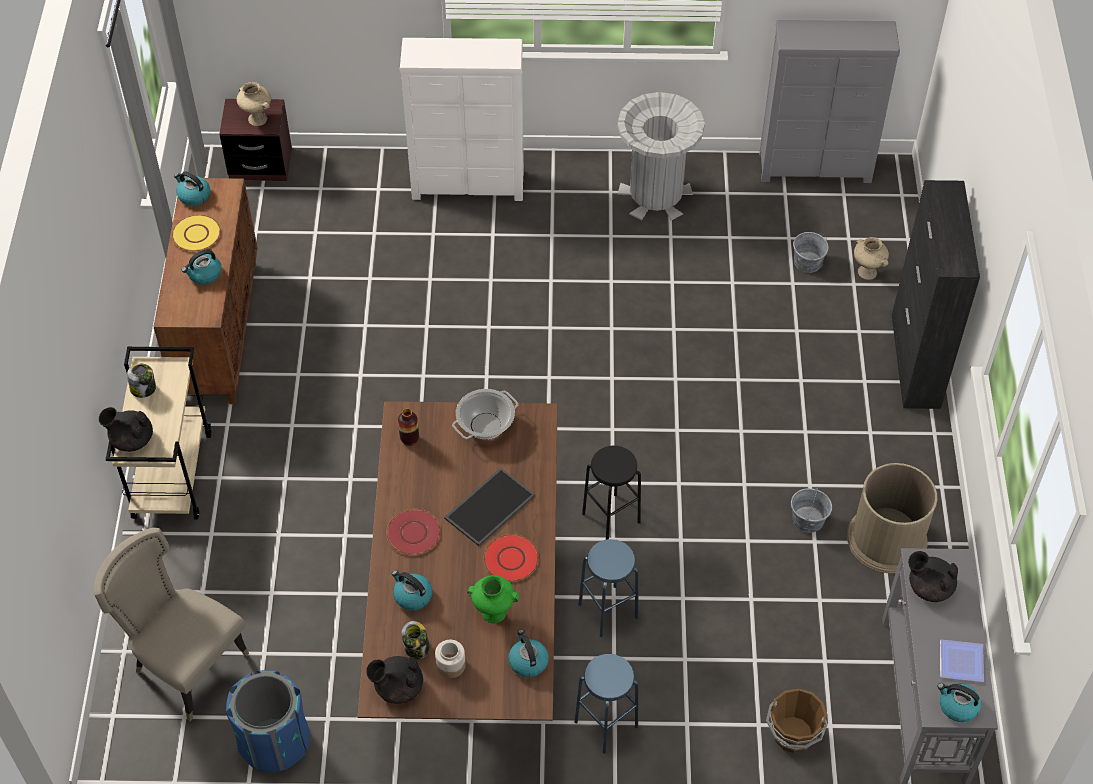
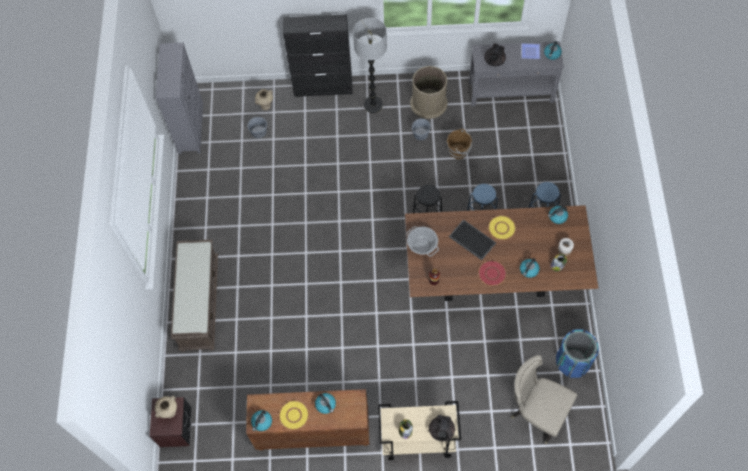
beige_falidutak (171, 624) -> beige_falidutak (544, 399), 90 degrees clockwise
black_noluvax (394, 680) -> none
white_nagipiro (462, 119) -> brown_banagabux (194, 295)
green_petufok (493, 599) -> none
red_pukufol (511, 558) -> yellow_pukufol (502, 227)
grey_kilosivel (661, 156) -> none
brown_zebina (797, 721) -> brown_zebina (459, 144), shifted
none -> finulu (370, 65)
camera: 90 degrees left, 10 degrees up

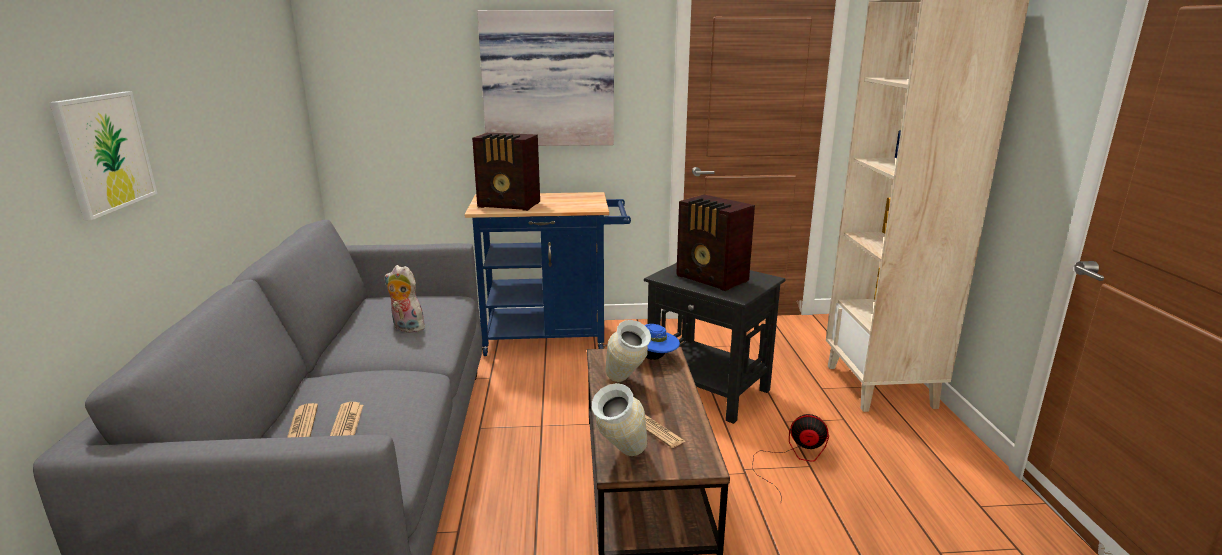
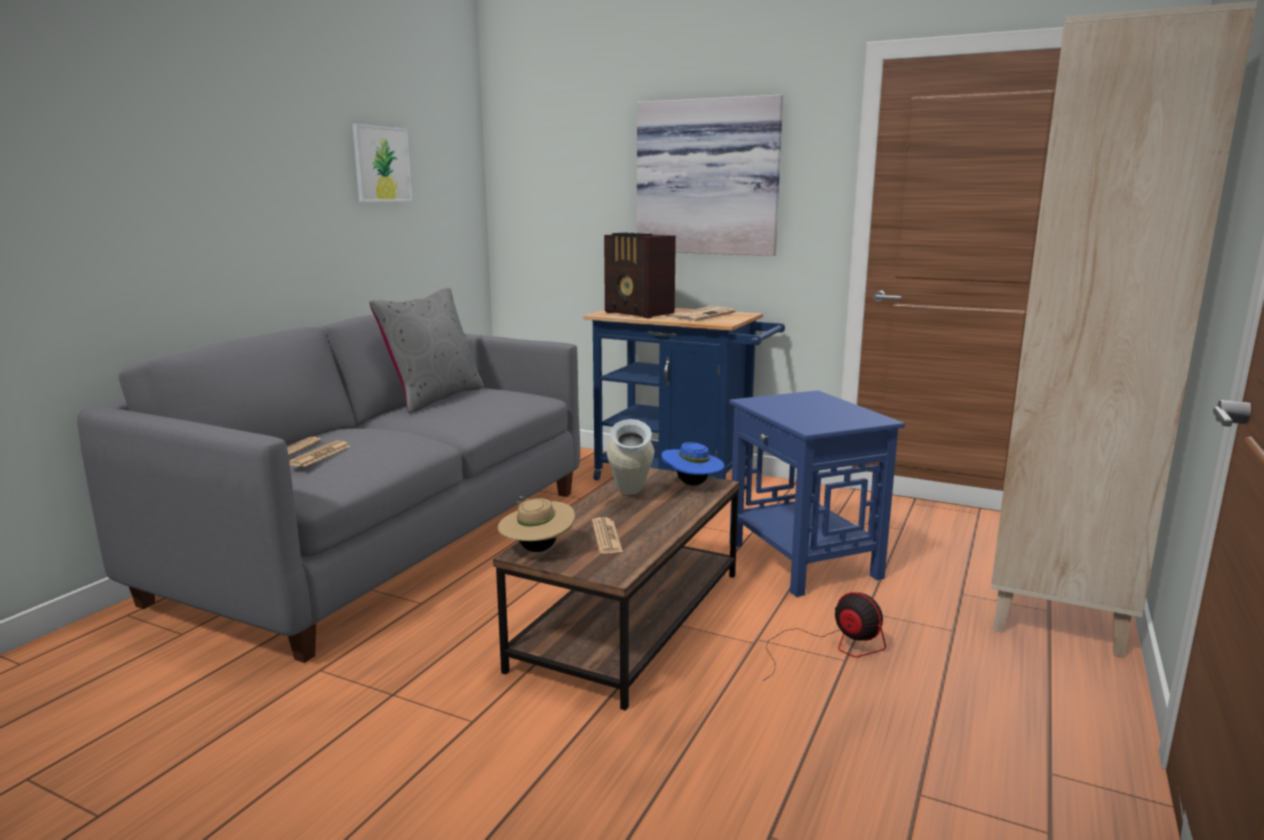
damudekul (103, 155) -> damudekul (382, 163), shifted
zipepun (406, 299) -> none
petufok (619, 419) -> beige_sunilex (536, 524)
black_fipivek (715, 343) -> blue_fipivek (817, 493)
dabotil (715, 242) -> none
none -> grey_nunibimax (426, 351)
none -> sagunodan (700, 314)
camera: 30 degrees right, 5 degrees down

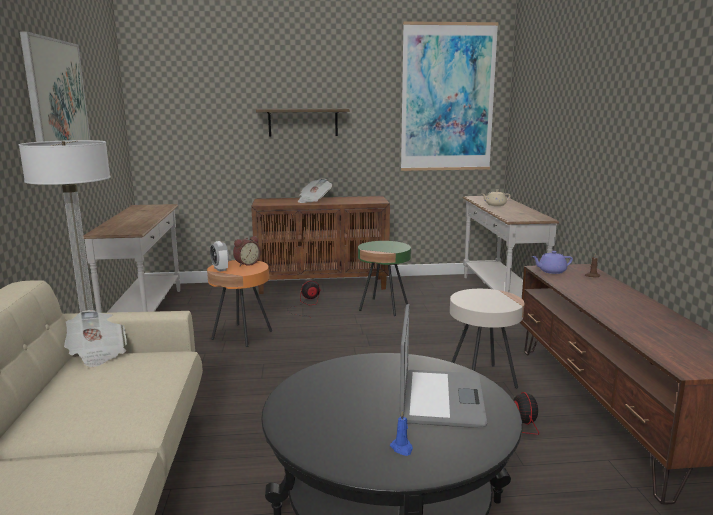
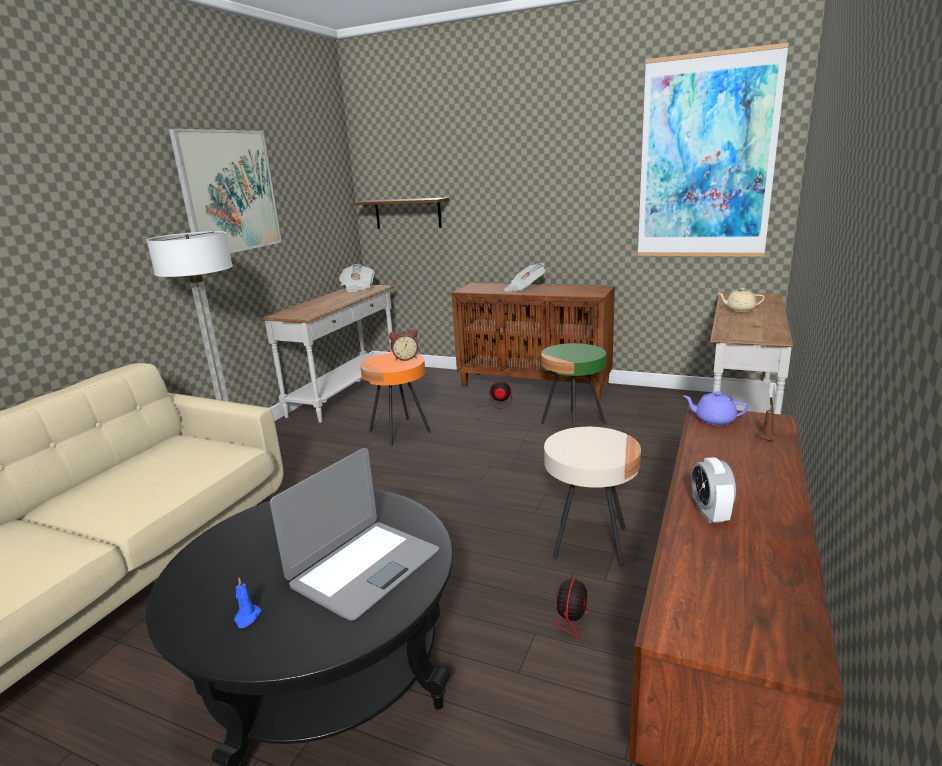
sagunodan (95, 338) -> sagunodan (357, 278), shifted
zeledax (219, 256) -> zeledax (713, 490), shifted
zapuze (302, 123) -> zapuze (400, 212), shifted
camera: 30 degrees right, 5 degrees up

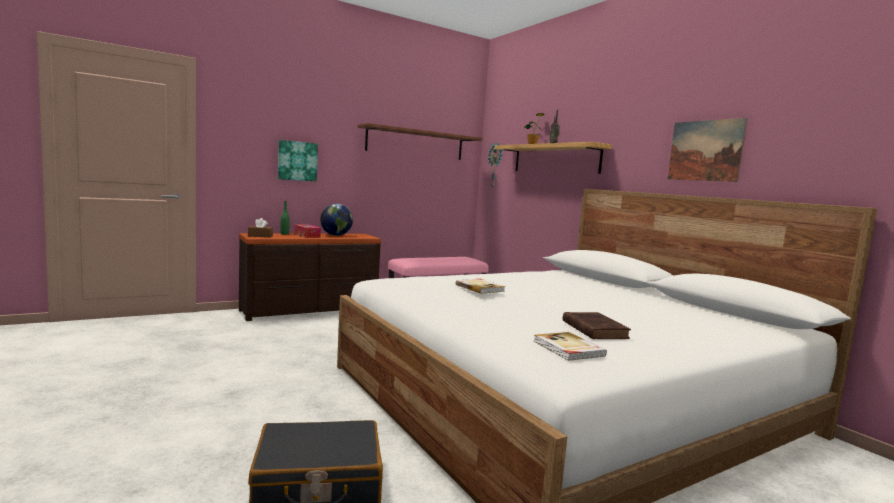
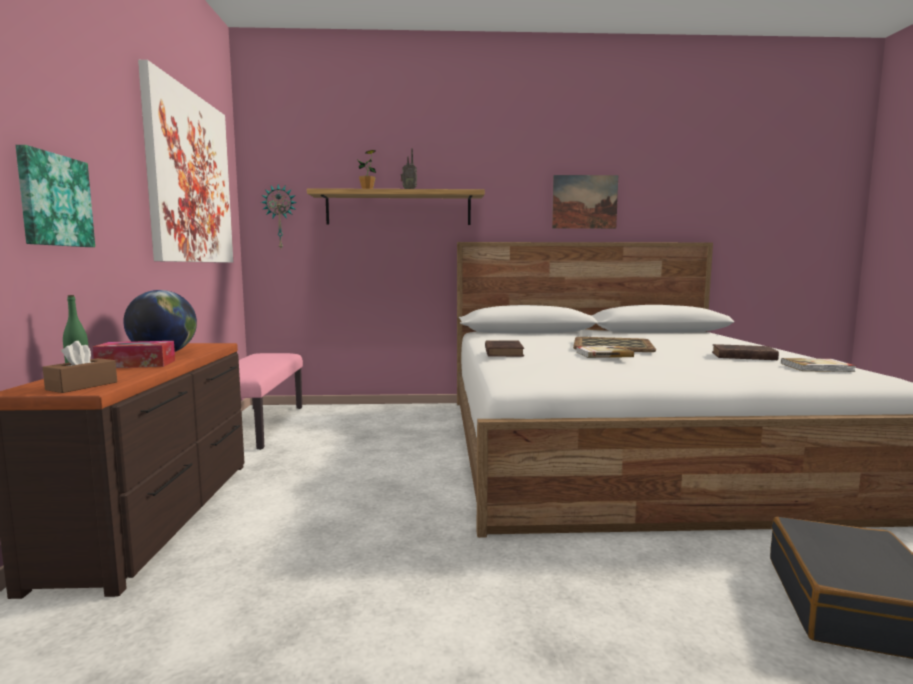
brown_zapuze (420, 141) -> damudekul (185, 161)
none -> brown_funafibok (504, 348)
none -> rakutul (614, 344)
camera: 60 degrees left, 0 degrees up

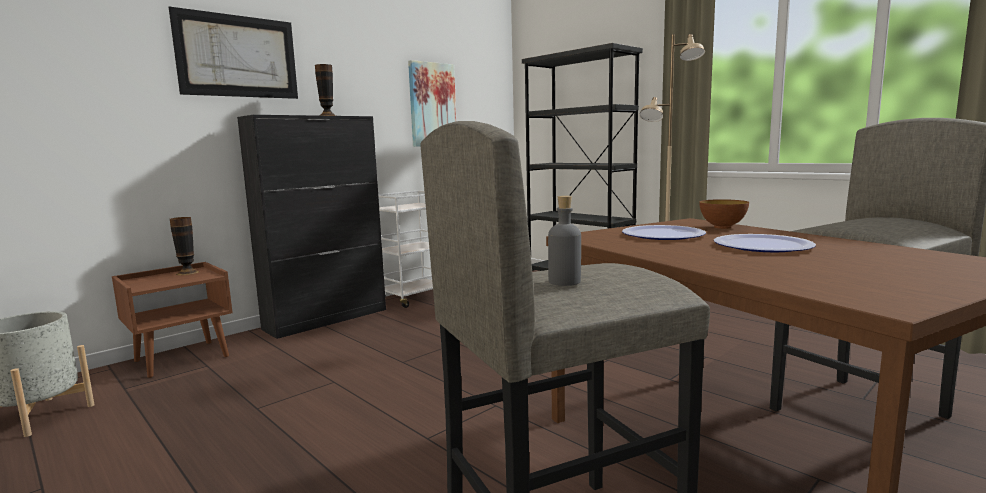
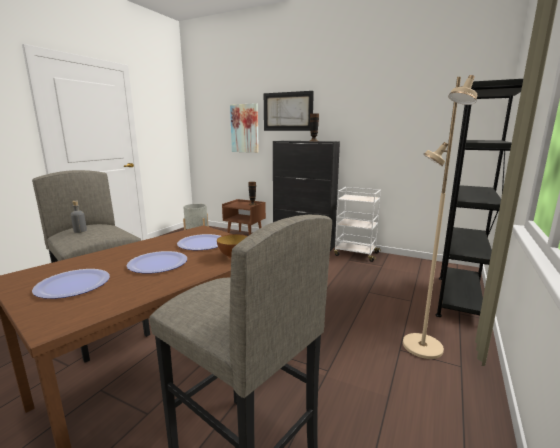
damudekul (432, 103) -> damudekul (244, 128), shifted
none -> pukufol (71, 284)
camera: 70 degrees right, 5 degrees up

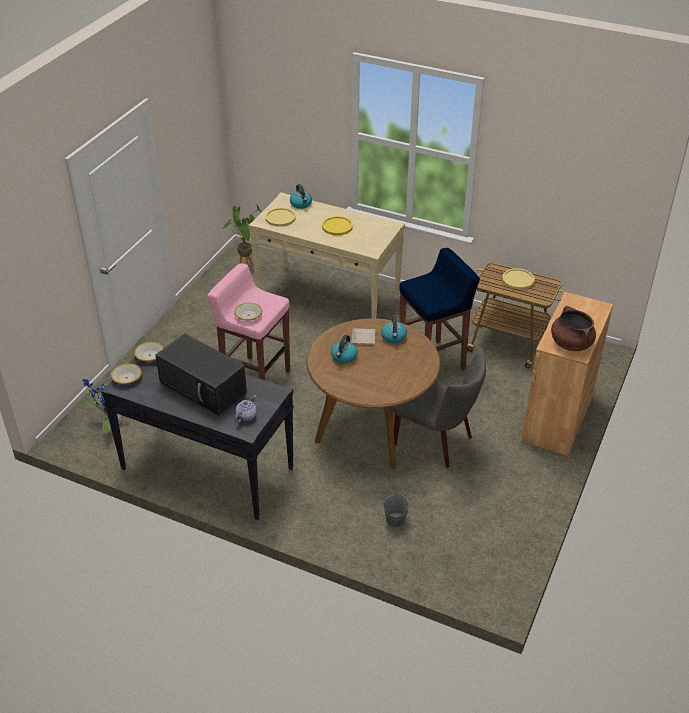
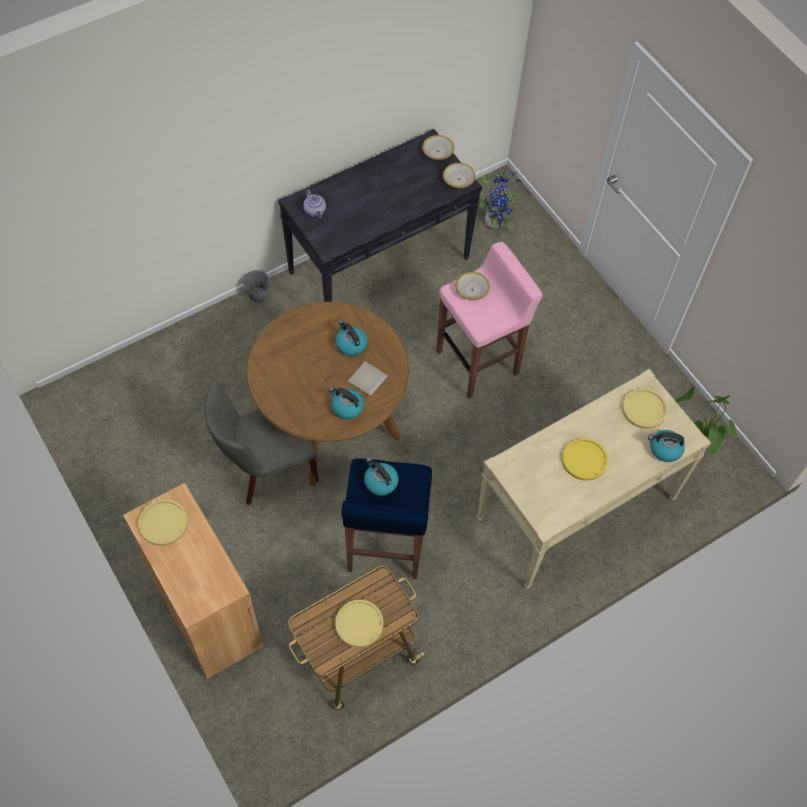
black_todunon (201, 374) -> none
grey_zebina (396, 510) -> grey_zebina (256, 286), shifted
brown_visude (573, 328) -> yellow_pukufol (163, 522)
none -> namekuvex (381, 477)
camera: 120 degrees right, 20 degrees up

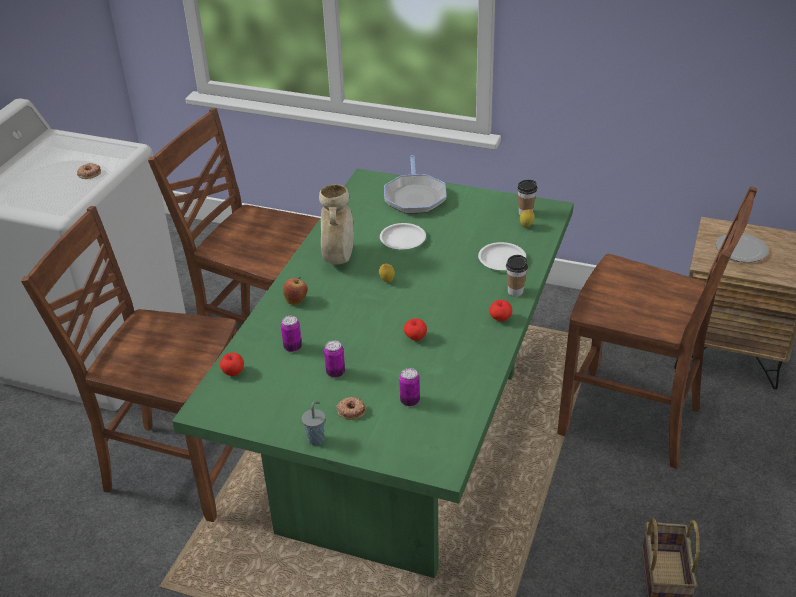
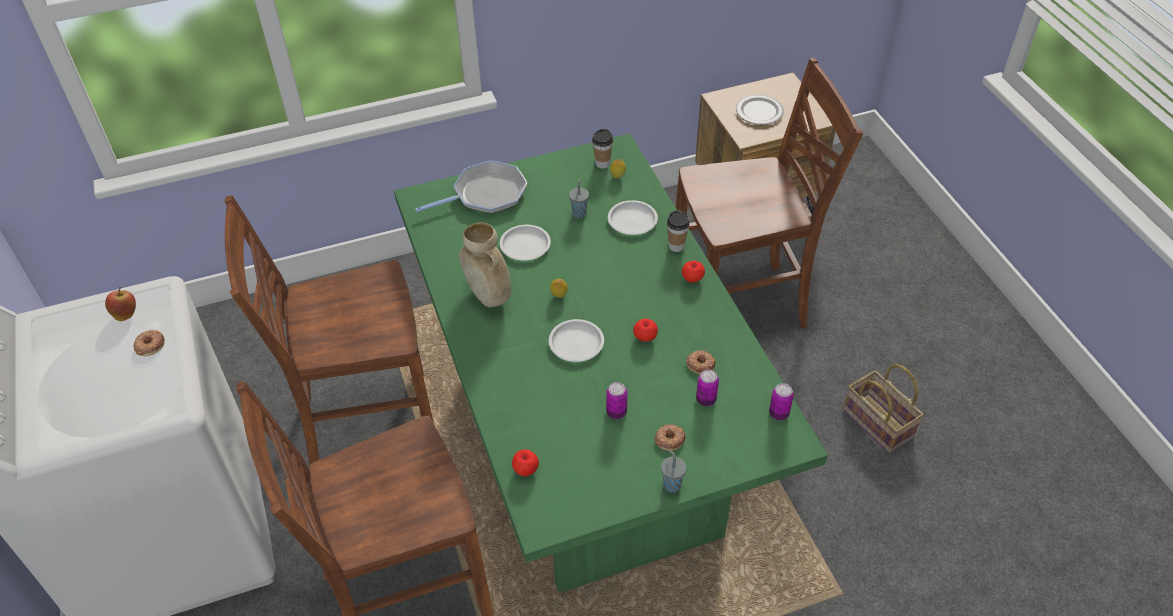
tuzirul (291, 334) -> tuzirul (781, 401), shifted
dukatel (295, 291) -> dukatel (120, 304), shifted
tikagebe (415, 184) -> tikagebe (471, 187), 75 degrees counterclockwise
none -> white_pukufol (576, 340)
none -> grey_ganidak (579, 199)
none -> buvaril (701, 362)
camera: 40 degrees left, 10 degrees up

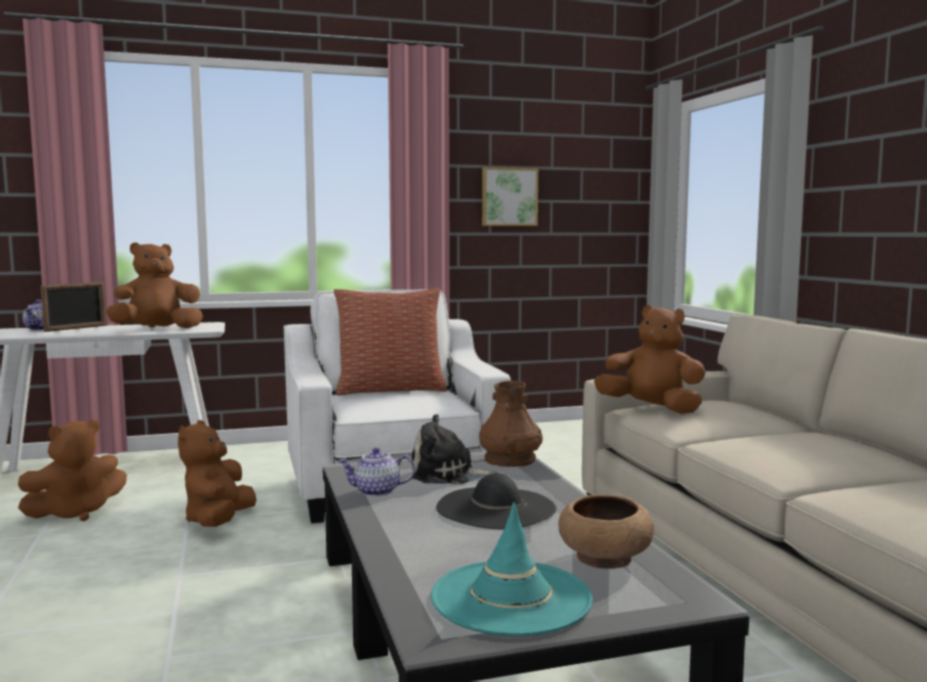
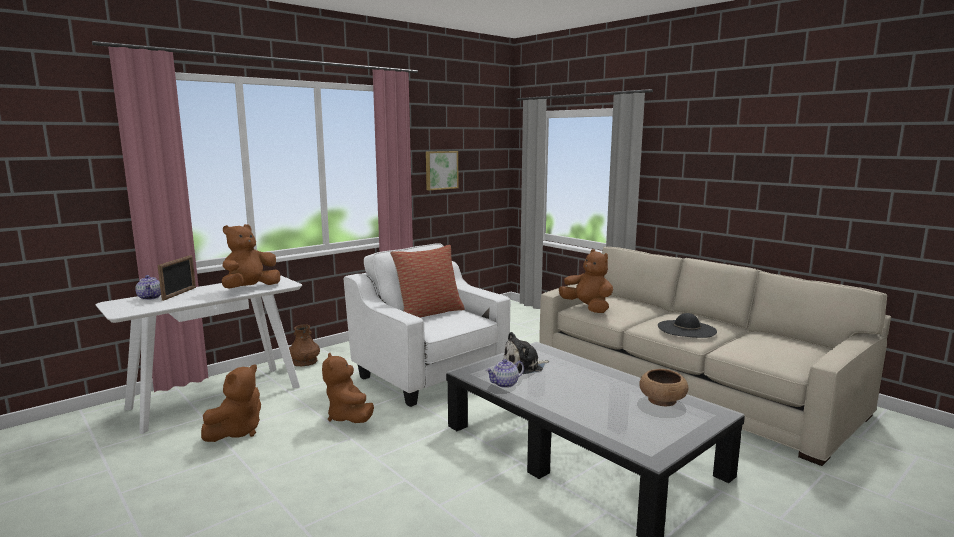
turquoise_sunilex (512, 569) -> none
black_sunilex (496, 501) -> black_sunilex (687, 325), shifted
brown_petufok (511, 424) -> brown_petufok (304, 345), shifted
brown_zipepun (650, 359) -> brown_zipepun (586, 281), 45 degrees clockwise
camera: 25 degrees left, 5 degrees up

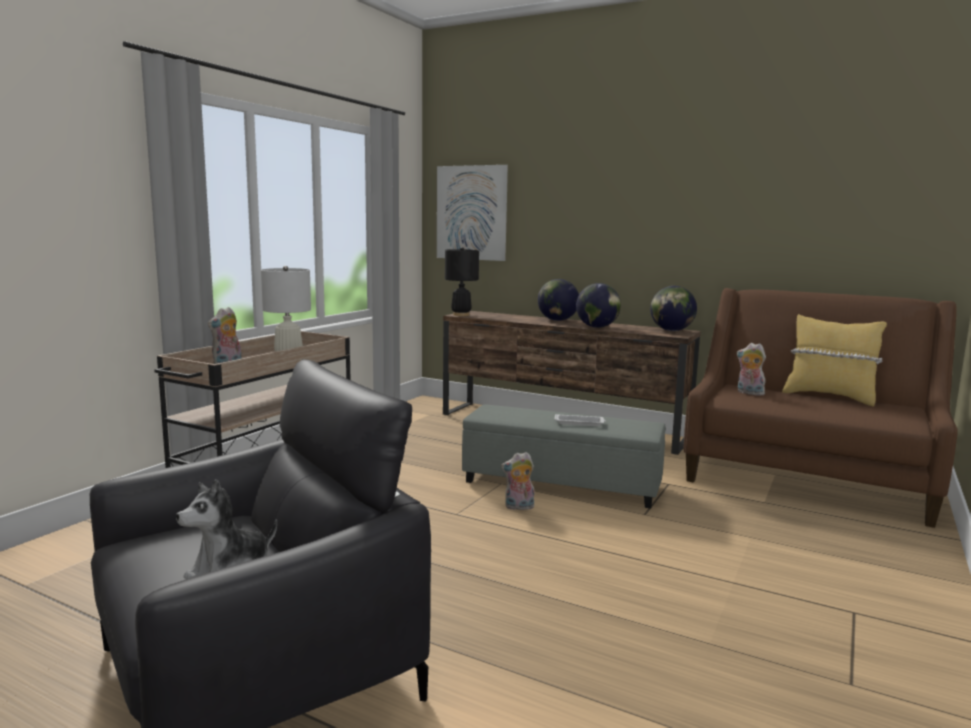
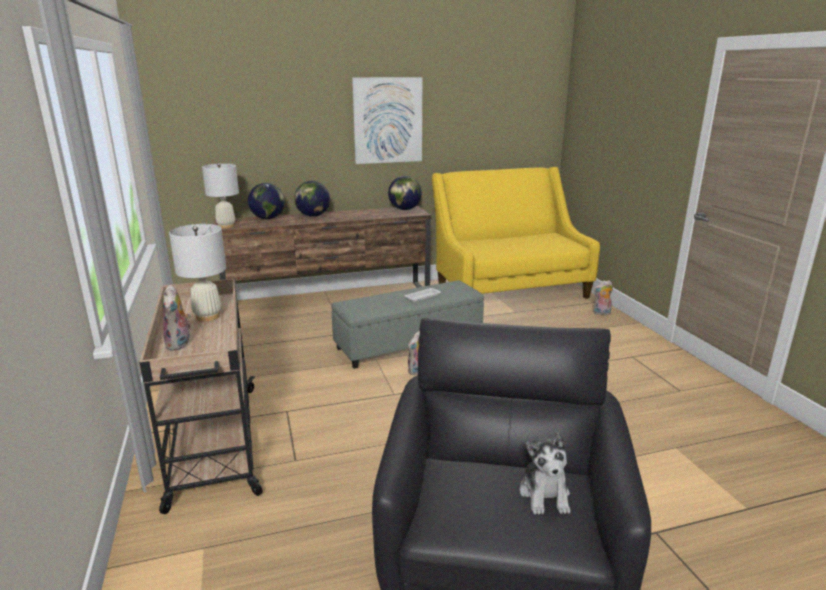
damudekul (472, 213) -> damudekul (387, 120), shifted
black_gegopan (462, 281) -> white_gegopan (220, 196)
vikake (598, 305) -> vikake (266, 201), shifted
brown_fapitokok (821, 408) -> yellow_fapitokok (516, 233)
zipepun (751, 369) -> zipepun (603, 297), shifted
yellow_nunibimax (834, 360) -> none
camera: 45 degrees left, 10 degrees up

